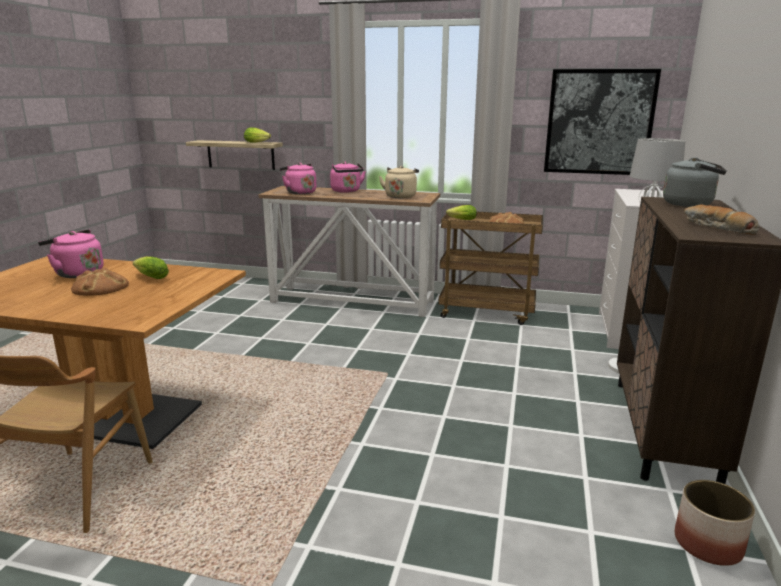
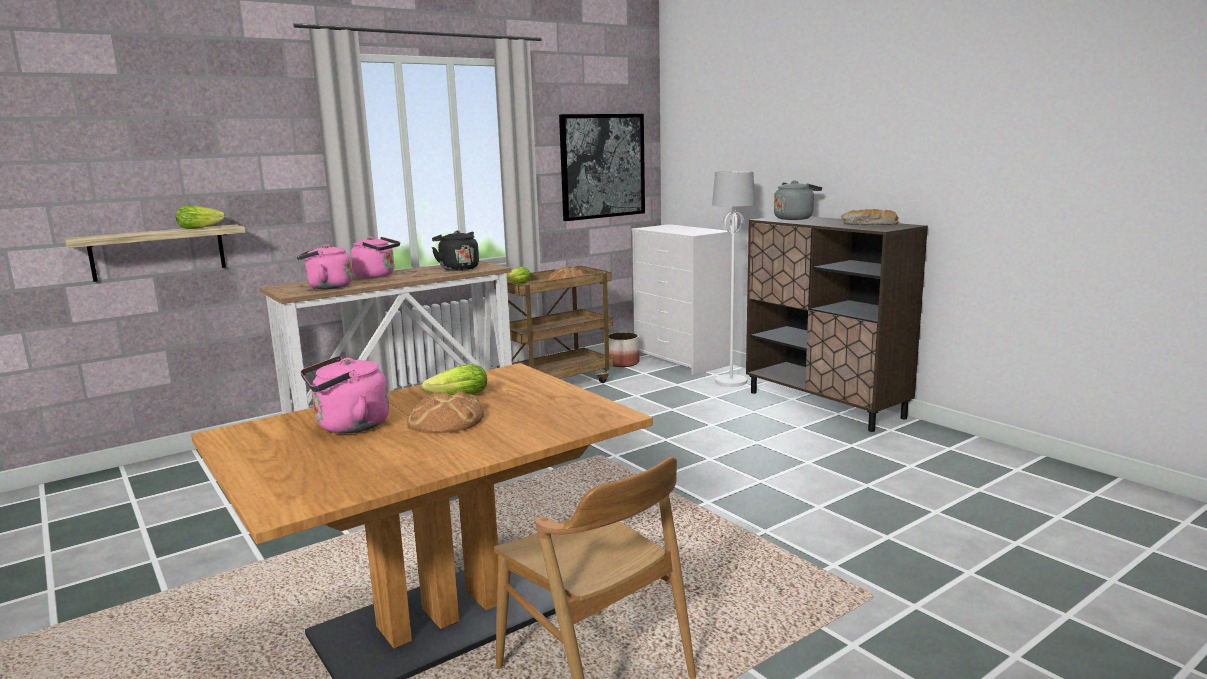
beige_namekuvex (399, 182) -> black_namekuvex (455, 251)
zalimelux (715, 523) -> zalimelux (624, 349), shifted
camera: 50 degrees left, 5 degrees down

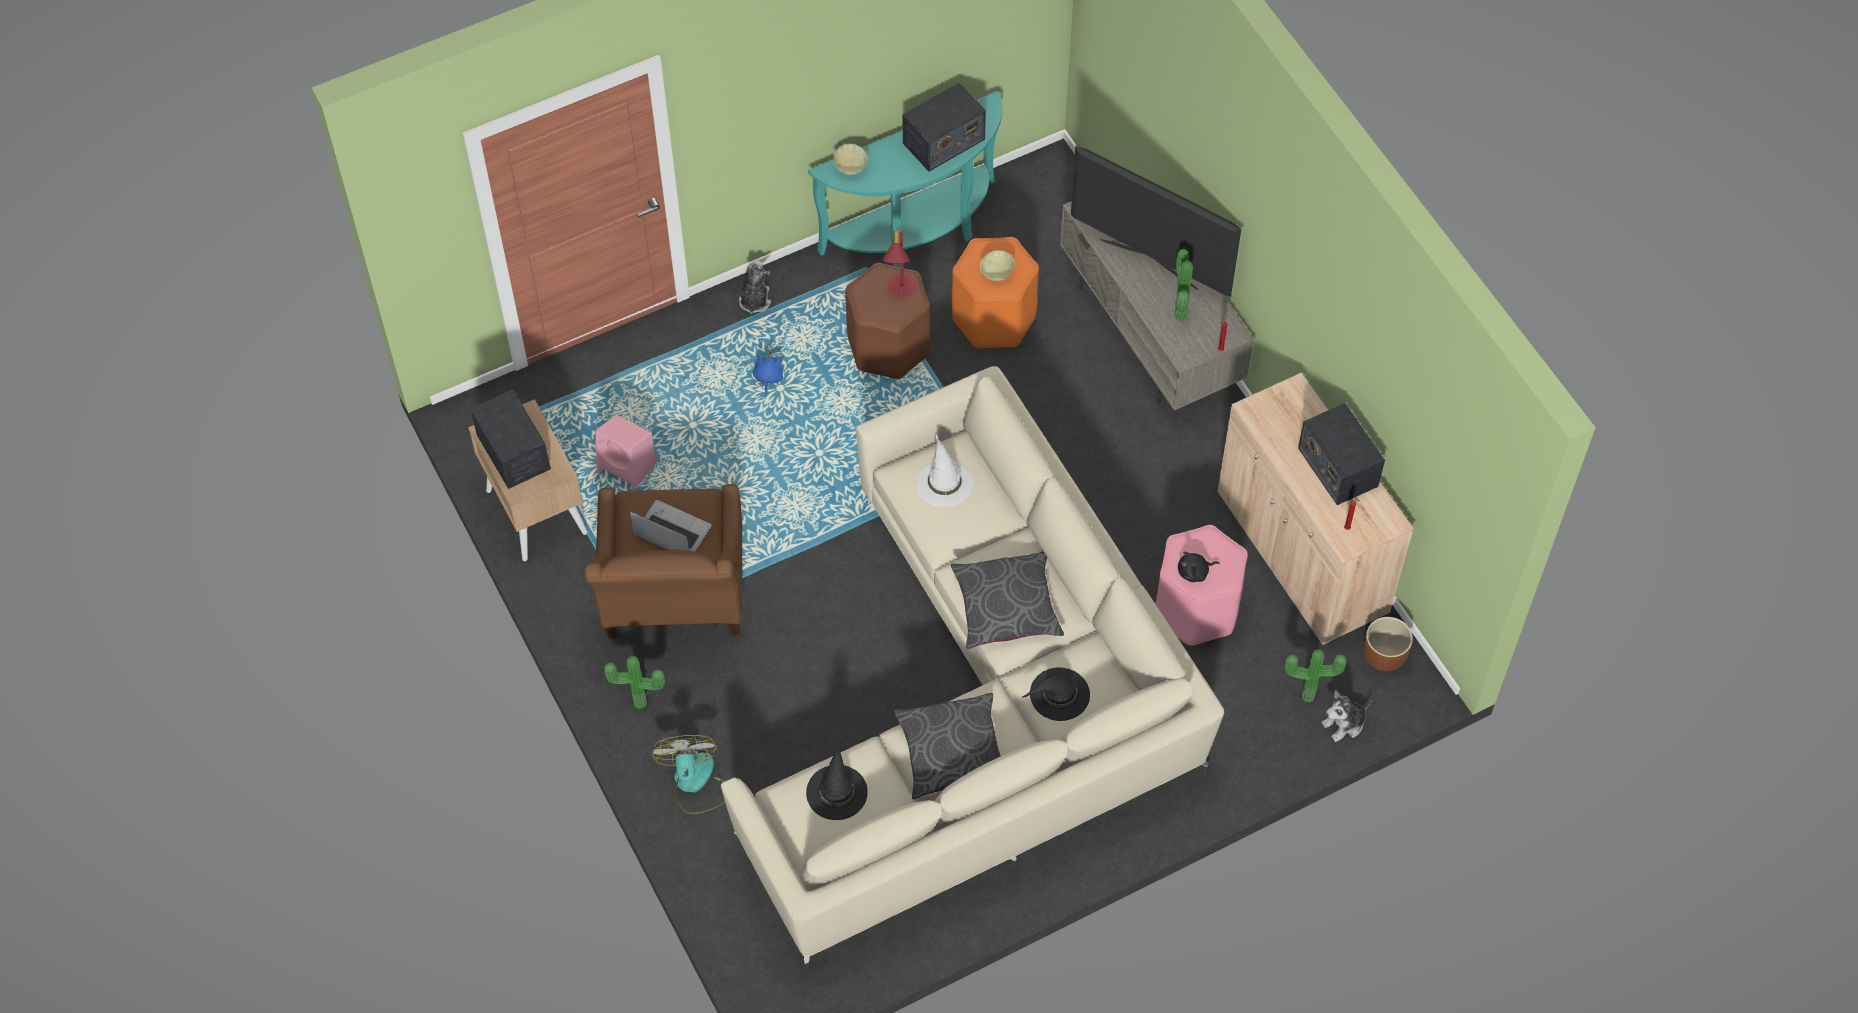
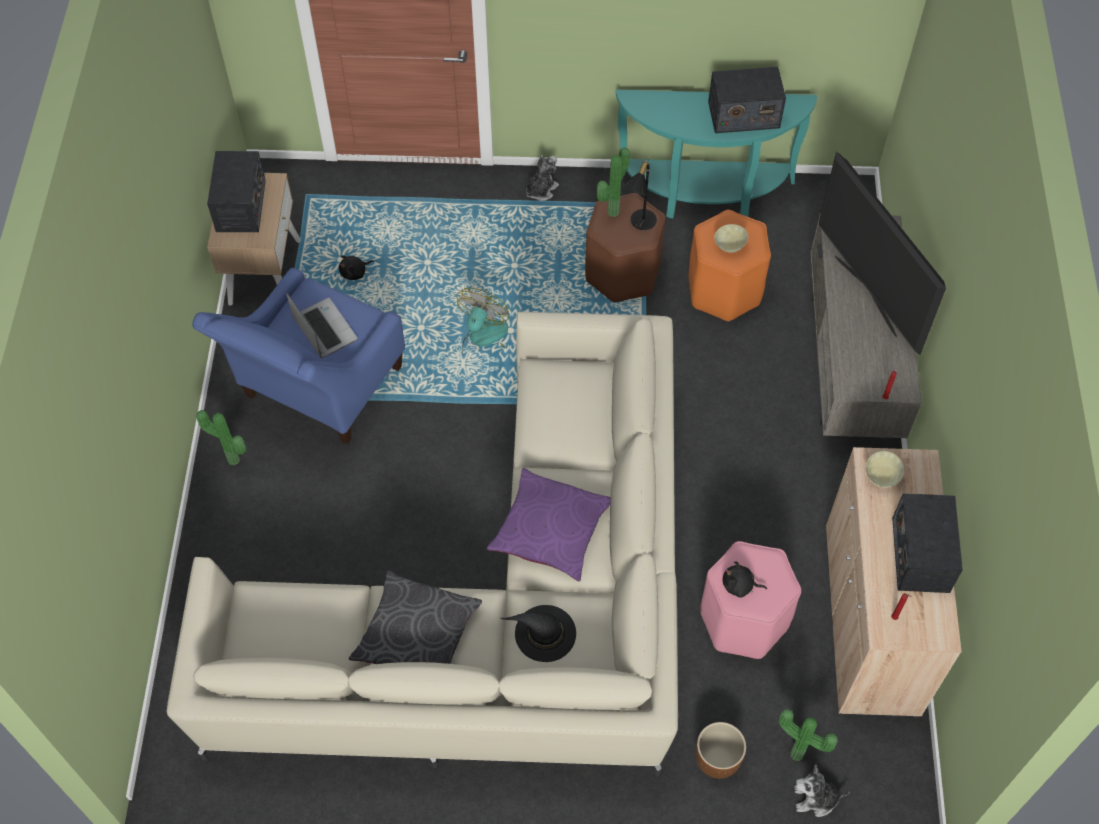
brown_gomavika (663, 561) -> blue_gomavika (298, 356)
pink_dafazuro (625, 453) -> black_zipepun (356, 267)
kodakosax (688, 774) -> kodakosax (482, 323), shifted
blue_zipepun (768, 374) -> none
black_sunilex (837, 779) -> none
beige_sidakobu (850, 159) -> beige_sidakobu (884, 469), shifted
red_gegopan (899, 263) -> black_gegopan (640, 194)
white_sunilex (945, 470) -> none
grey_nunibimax (1007, 600) -> purple_nunibimax (549, 524)
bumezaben (1183, 285) -> bumezaben (613, 182), shifted
brown_zalimelux (1388, 644) -> brown_zalimelux (720, 750), shifted
camera: 30 degrees right, 0 degrees up

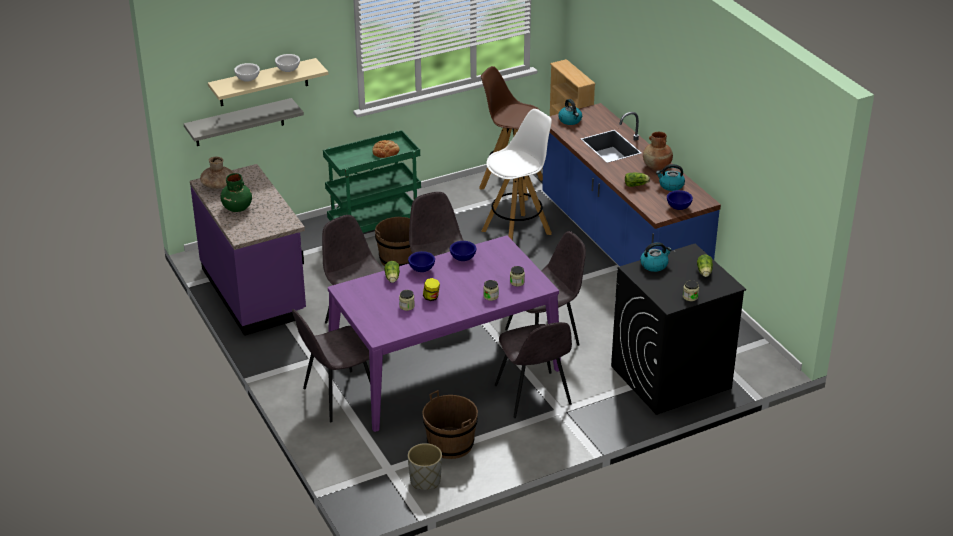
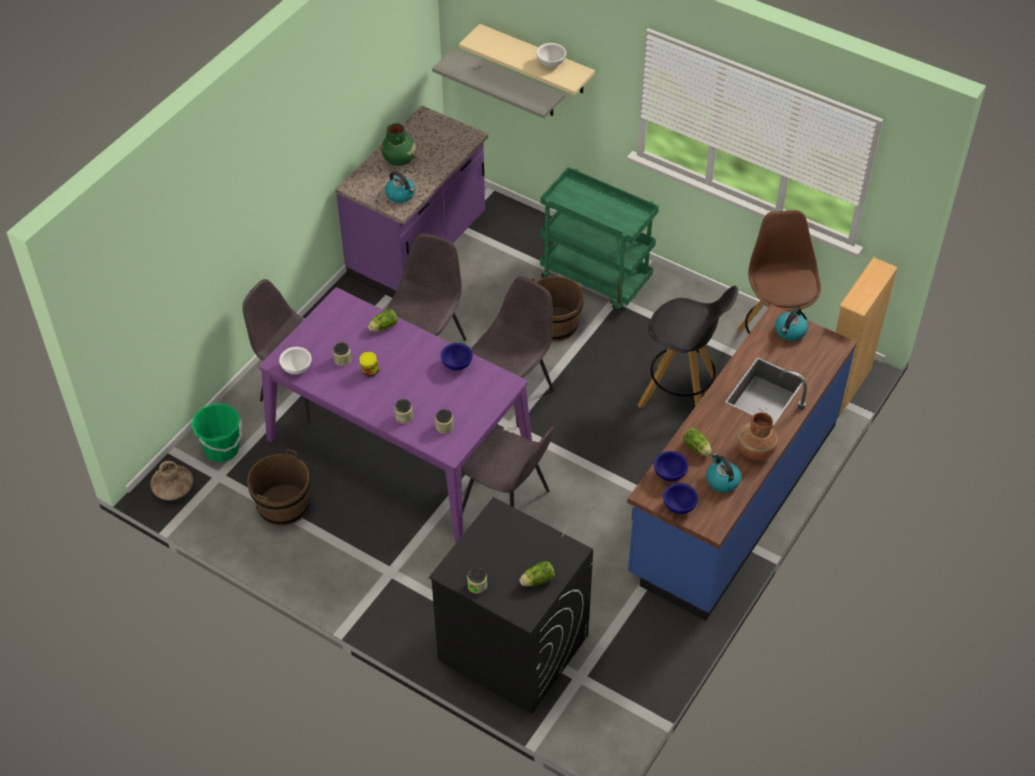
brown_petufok (216, 172) -> brown_petufok (171, 481), shifted
white_sidakobu (247, 72) -> white_sidakobu (295, 361), shifted
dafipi (386, 149) -> none
blue_sidakobu (421, 261) -> blue_sidakobu (671, 466), shifted
grey_zalimelux (425, 466) -> none
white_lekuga (516, 175) -> black_lekuga (688, 347)
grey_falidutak (533, 370) -> none
namekuvex (656, 257) -> namekuvex (400, 187), shifted
none -> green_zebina (216, 432)
camera: 60 degrees right, 15 degrees up

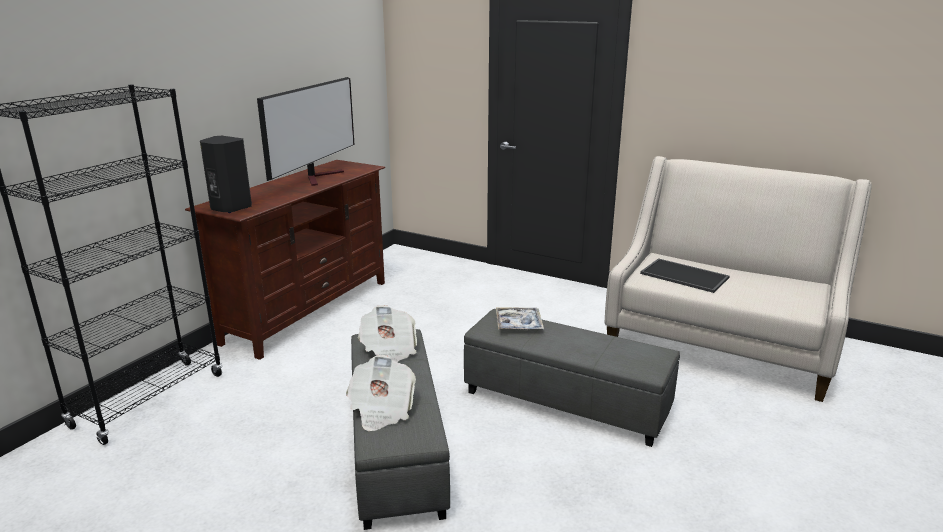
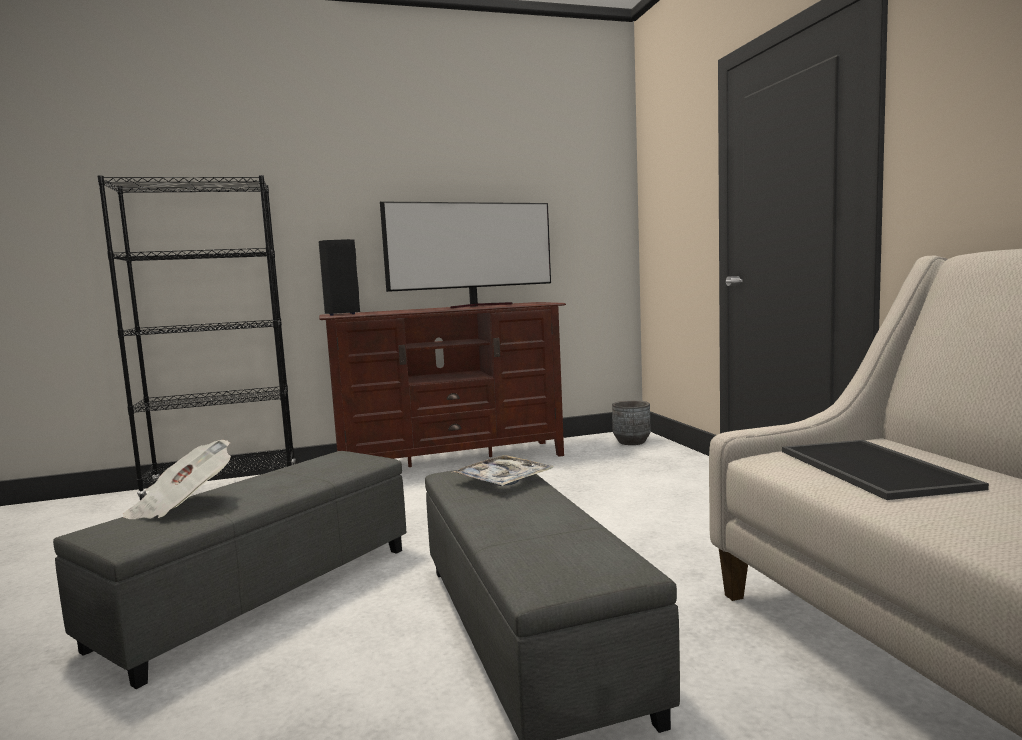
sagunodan (387, 333) -> none
none -> grey_zalimelux (631, 422)
camera: 45 degrees right, 15 degrees down

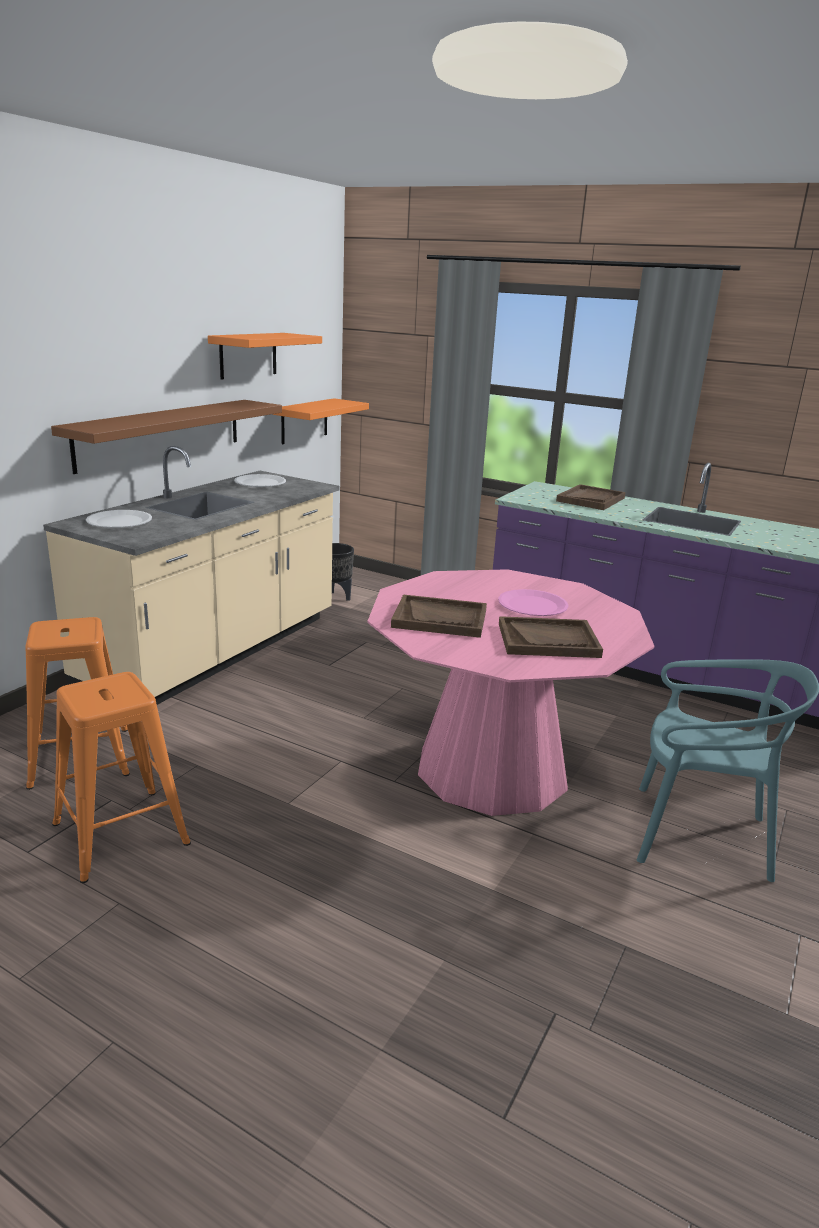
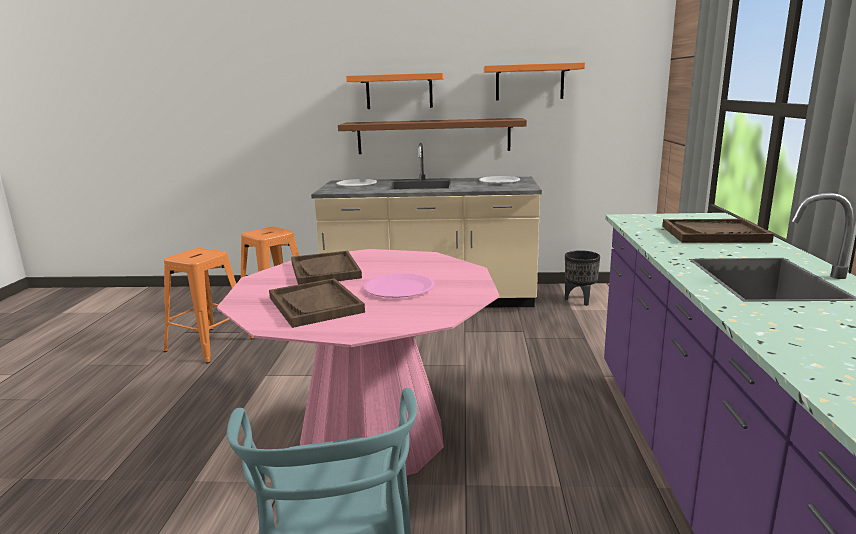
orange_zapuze (321, 421) -> orange_zapuze (395, 91), shifted
camera: 65 degrees right, 5 degrees down

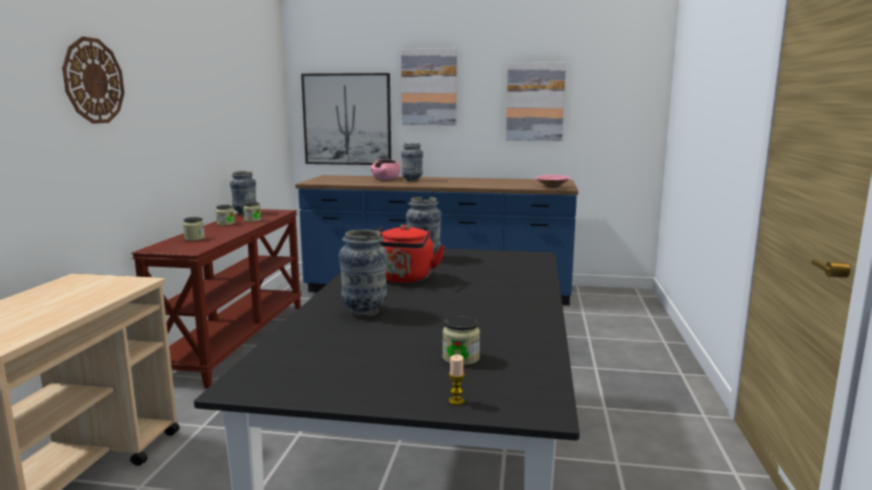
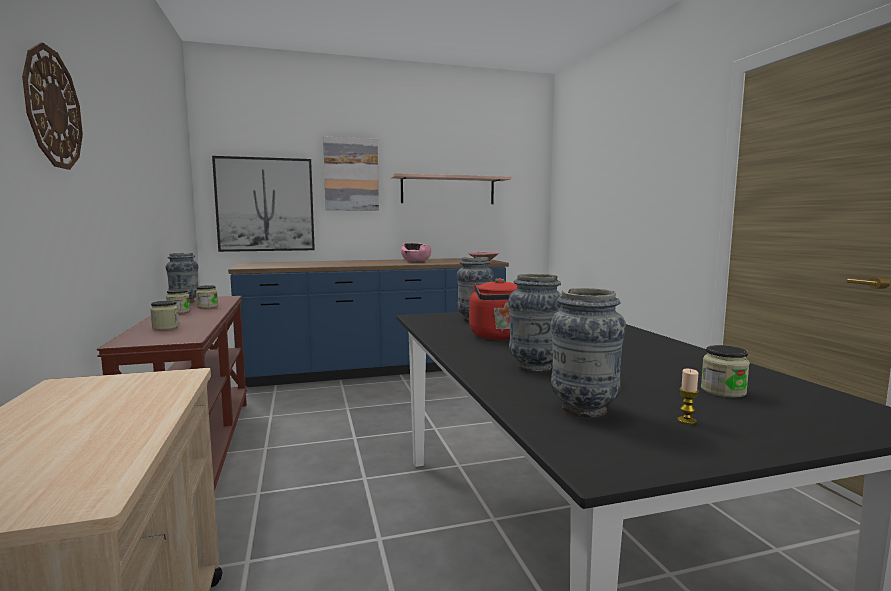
pink_sidakobu (386, 169) -> pink_sidakobu (416, 252), shifted
petufok (412, 162) -> petufok (588, 352), shifted
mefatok (456, 379) -> mefatok (688, 397), shifted
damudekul (536, 102) -> zapuze (451, 188)
camera: 25 degrees left, 5 degrees down

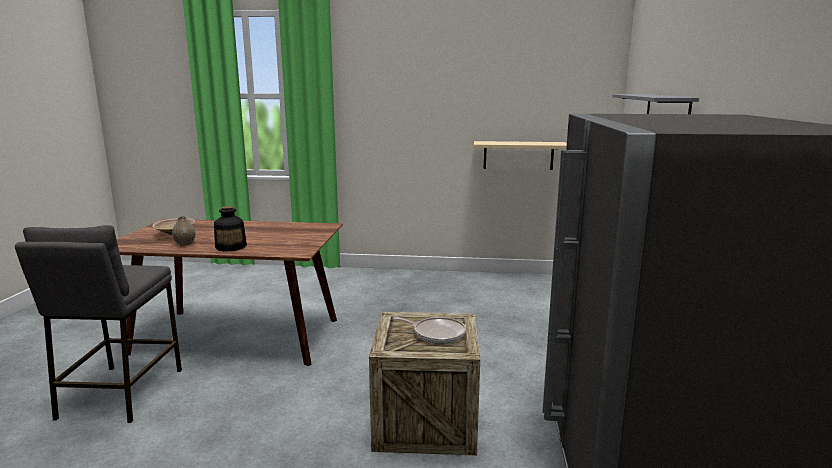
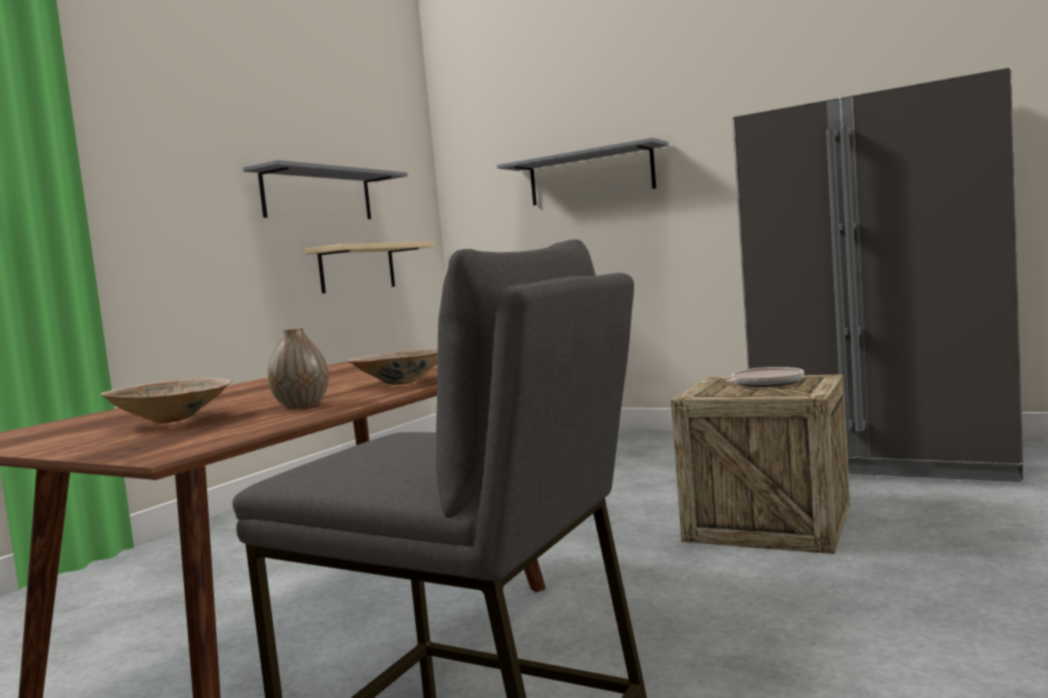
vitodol (230, 229) -> beige_sidakobu (392, 366)
none -> grey_zapuze (325, 189)
camera: 65 degrees left, 10 degrees down

